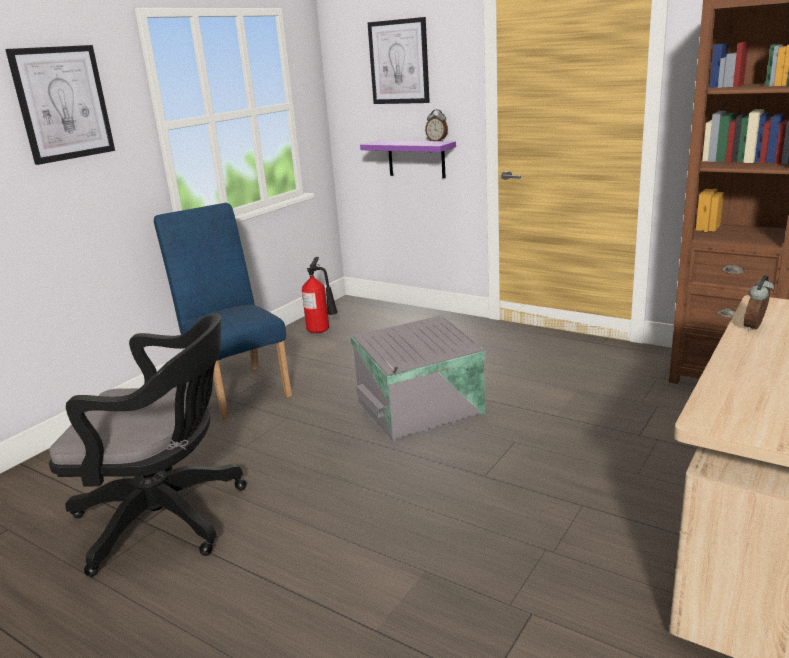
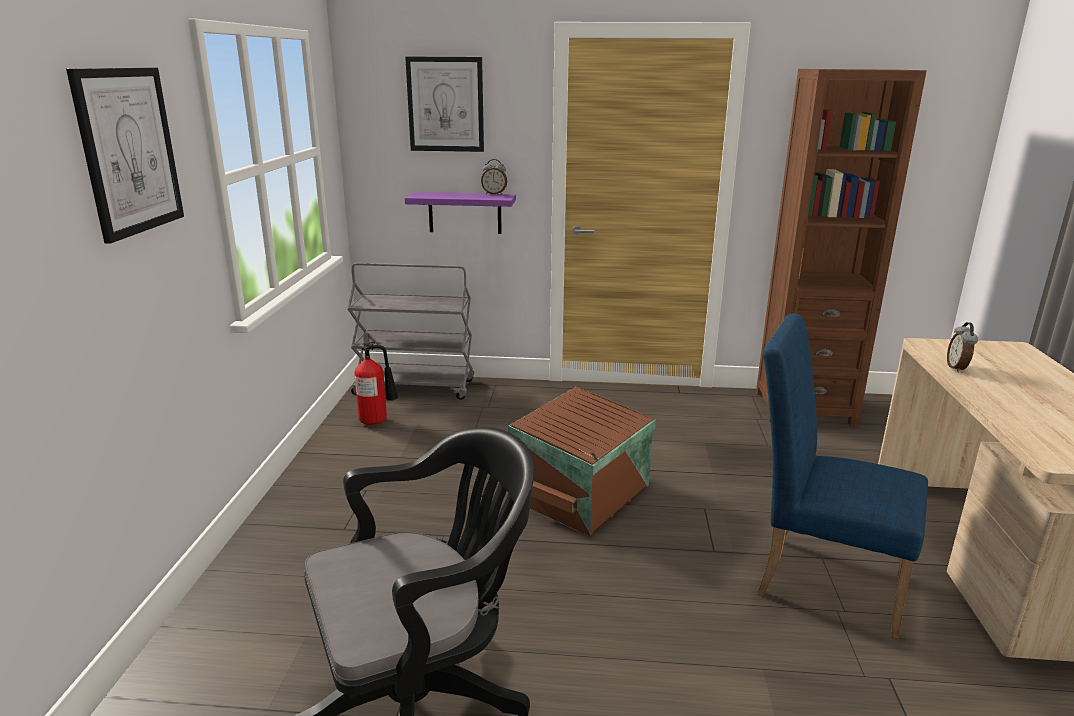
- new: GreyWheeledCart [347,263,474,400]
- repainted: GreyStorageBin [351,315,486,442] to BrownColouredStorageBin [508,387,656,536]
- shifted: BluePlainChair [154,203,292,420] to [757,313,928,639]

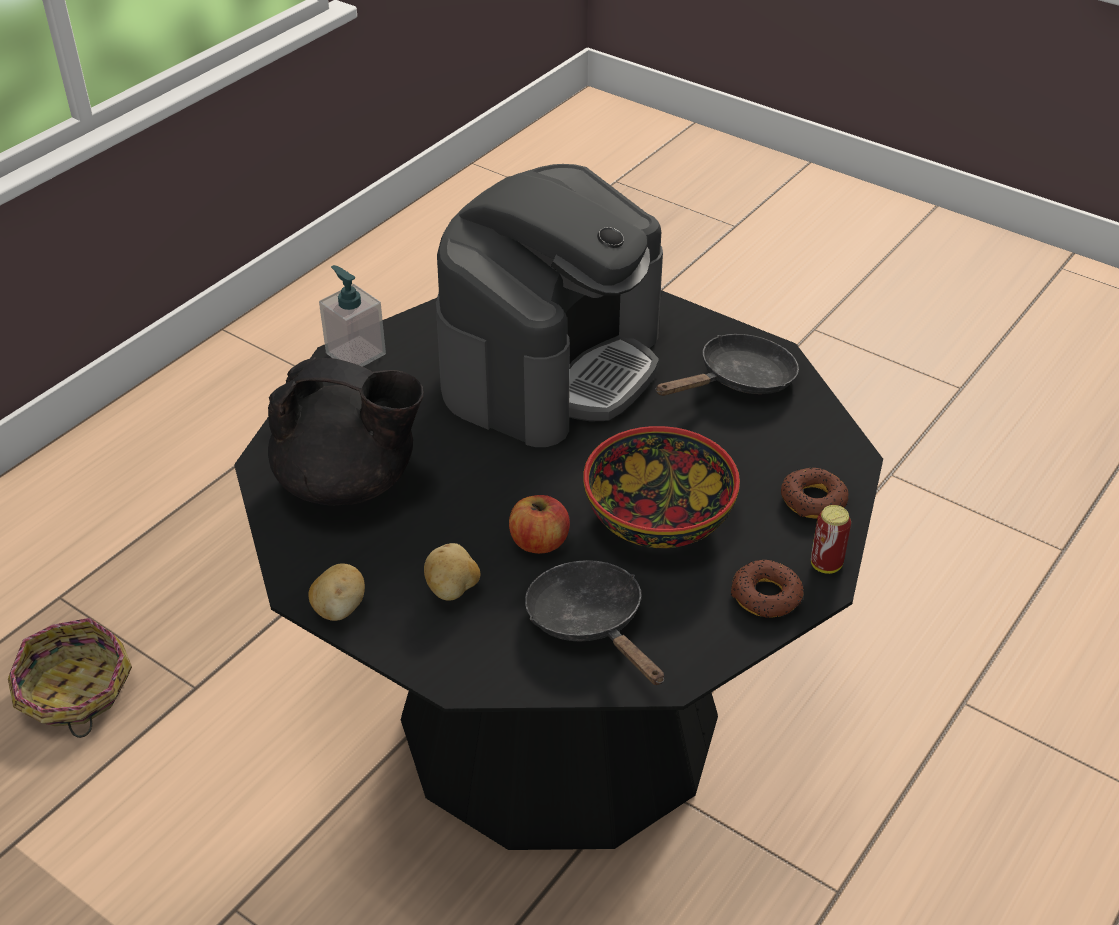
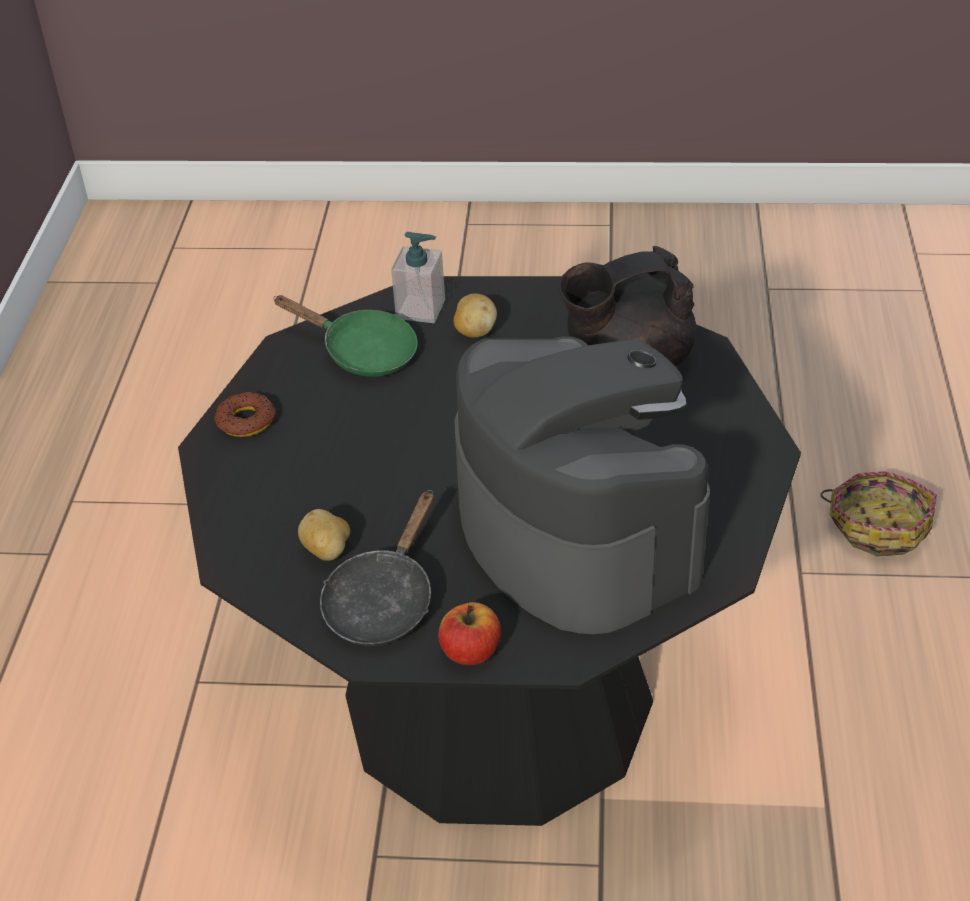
- repainted: BlackColouredPan [525,560,664,685] to GreenColouredPan [273,295,418,377]
- shifted: WholePotato [308,563,365,621] to [298,509,350,561]
- shifted: SoapDispenser [319,265,386,367] to [391,232,445,323]
- shifted: WholeApple [509,495,570,554] to [438,602,501,665]
- rotated: CoffeeBrewer [436,164,663,447] = [454,336,710,634] 150 degrees clockwise
- gone: Bowl [583,426,740,548]
- gone: RingDoughnut [781,467,849,519]
- gone: SealedCan [811,505,851,574]

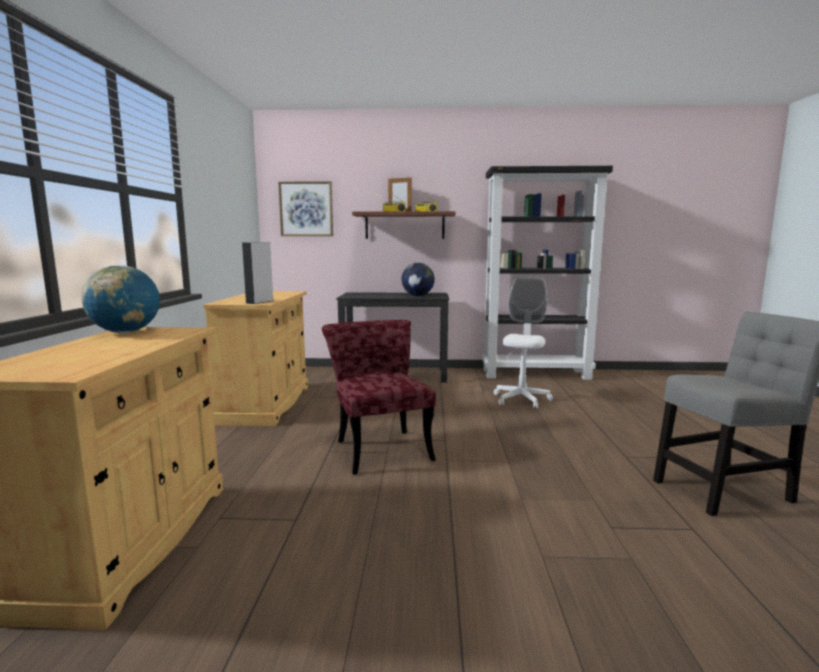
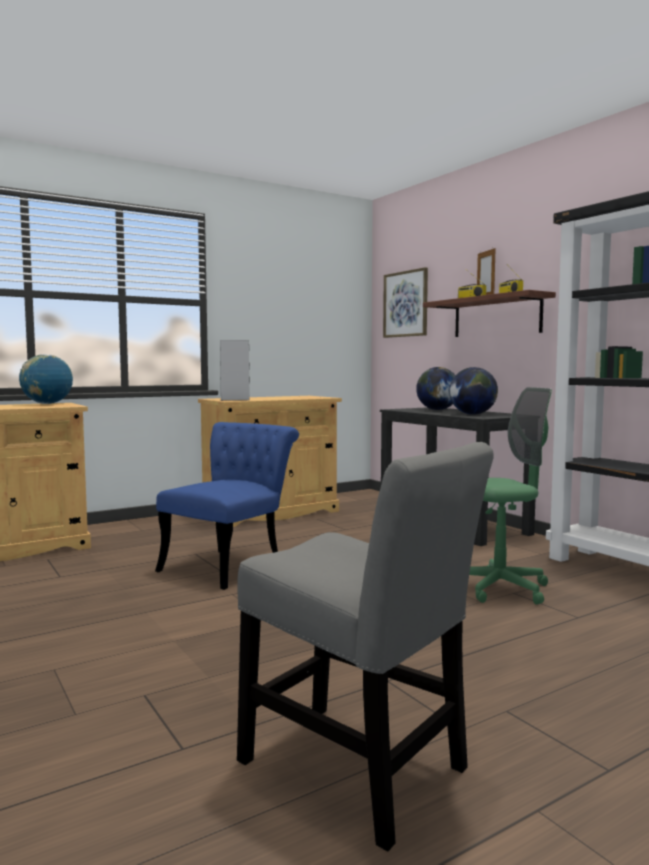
- repainted: ReddishPlainChair [322,320,436,475] to BluePlainChair [155,422,299,590]
- new: DeskGlobe [416,367,455,410]
- repainted: WhitishComputerChair [494,277,553,409] to GreenColouredComputerChair [469,387,552,605]

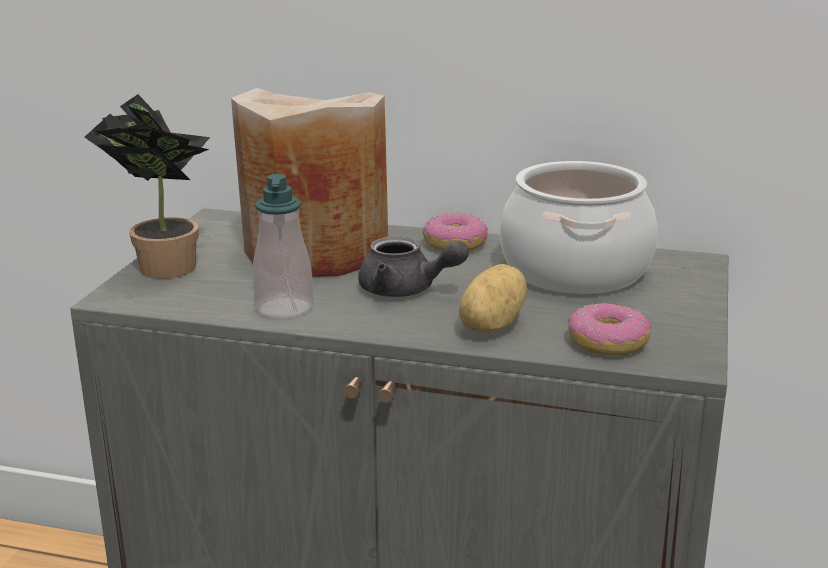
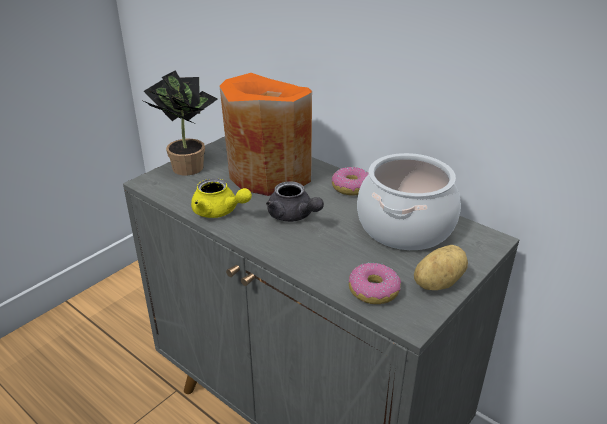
- swapped: SoapDispenser [253,174,314,319] to YellowColouredTeapot [191,178,252,218]
- repainted: BeigeDecorativeVase [231,88,388,277] to OrangeColouredDecorativeVase [220,73,312,196]
- shifted: WholePotato [459,264,527,333] to [414,245,468,290]

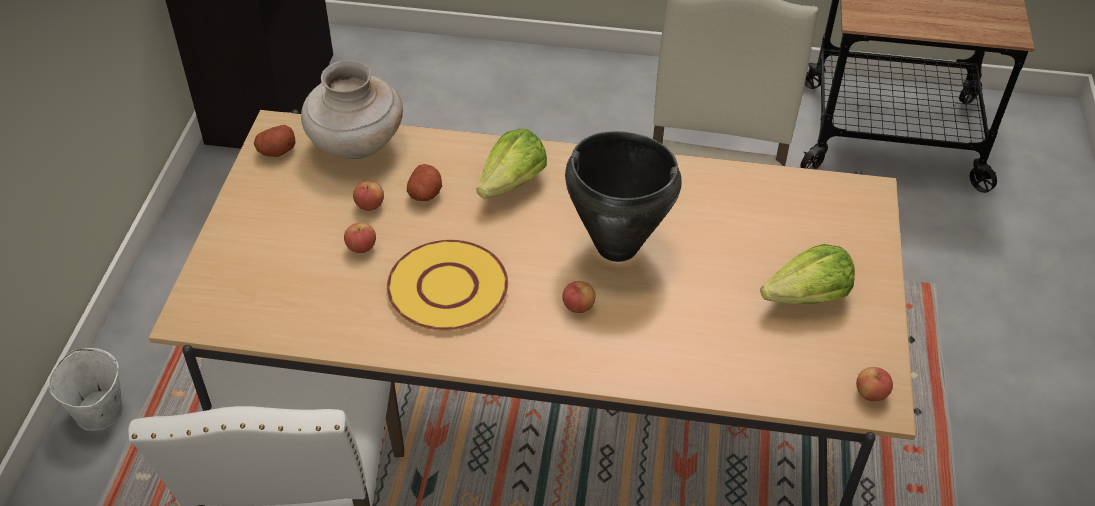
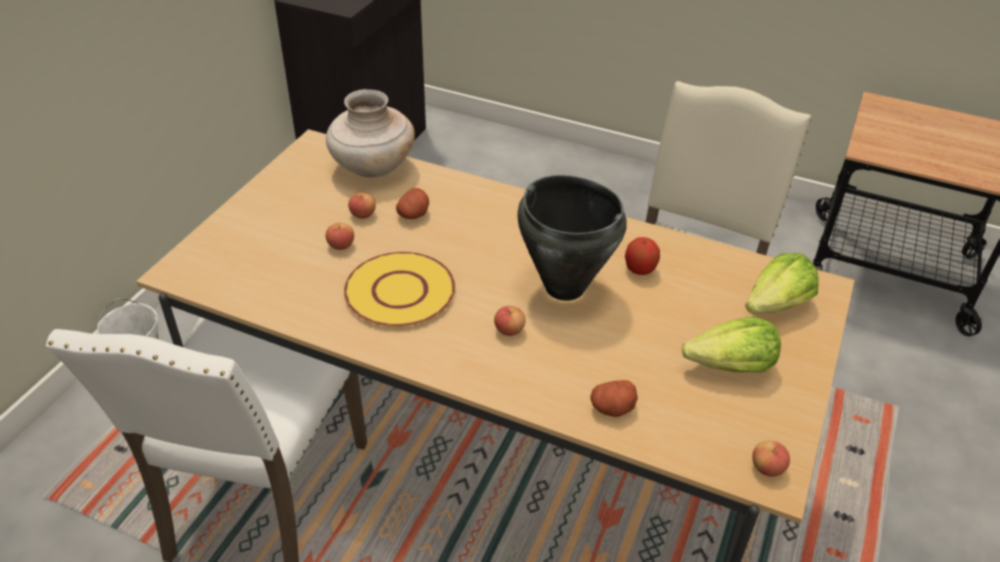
- shifted: WholePotato [254,125,296,157] to [591,380,638,417]
- new: WholeApple [625,237,660,275]
- shifted: Lettuce [477,129,547,198] to [745,253,819,314]

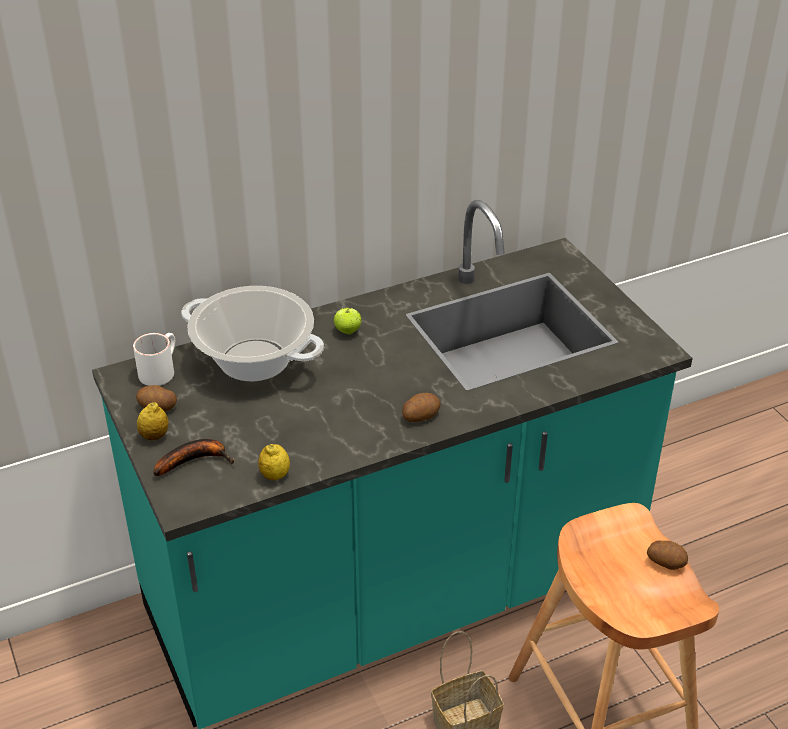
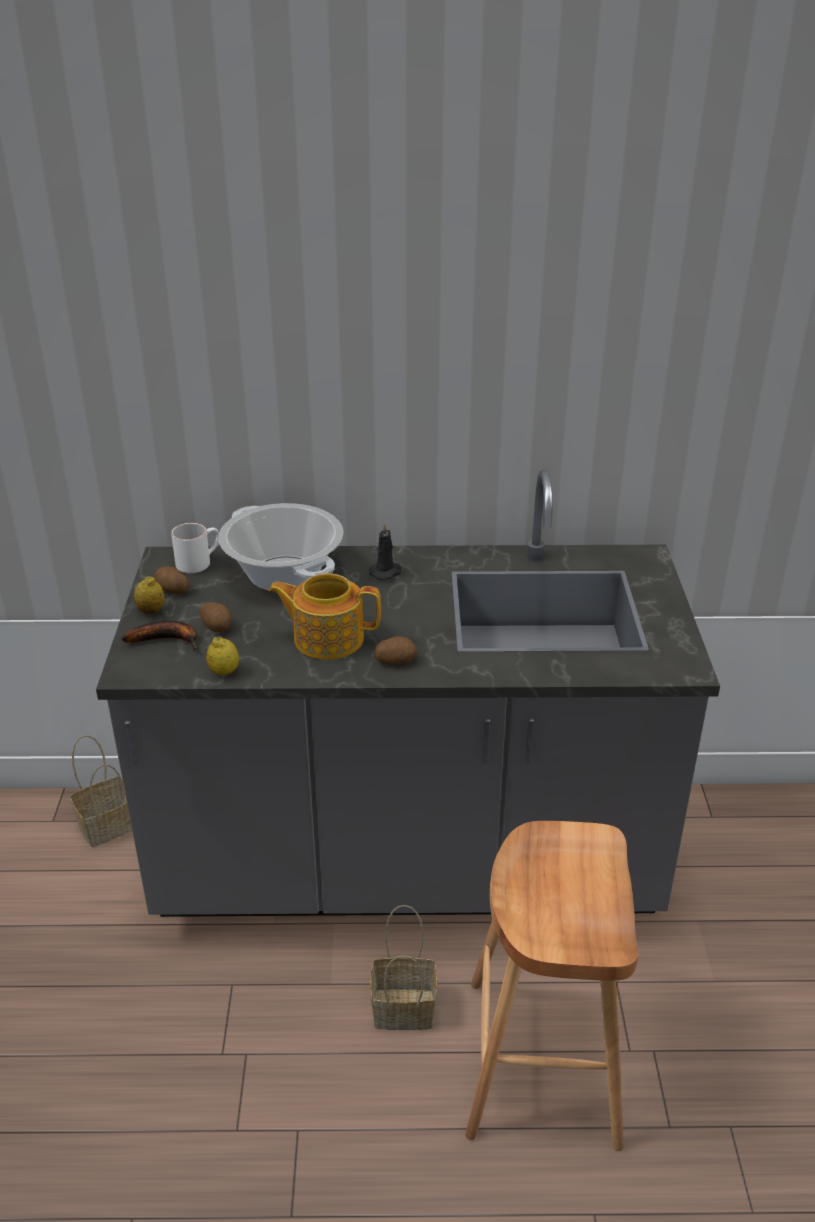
- new: StorageBasket [70,735,132,847]
- repainted: TurquoiseColouredKitchenCounter [92,200,693,729] to GreyKitchenCounter [96,470,720,917]
- shifted: WholePotato [647,541,688,570] to [199,602,232,632]
- new: Teapot [268,573,381,660]
- swapped: WholeApple [334,308,362,334] to BlackColouredWaxCandle [369,523,401,580]

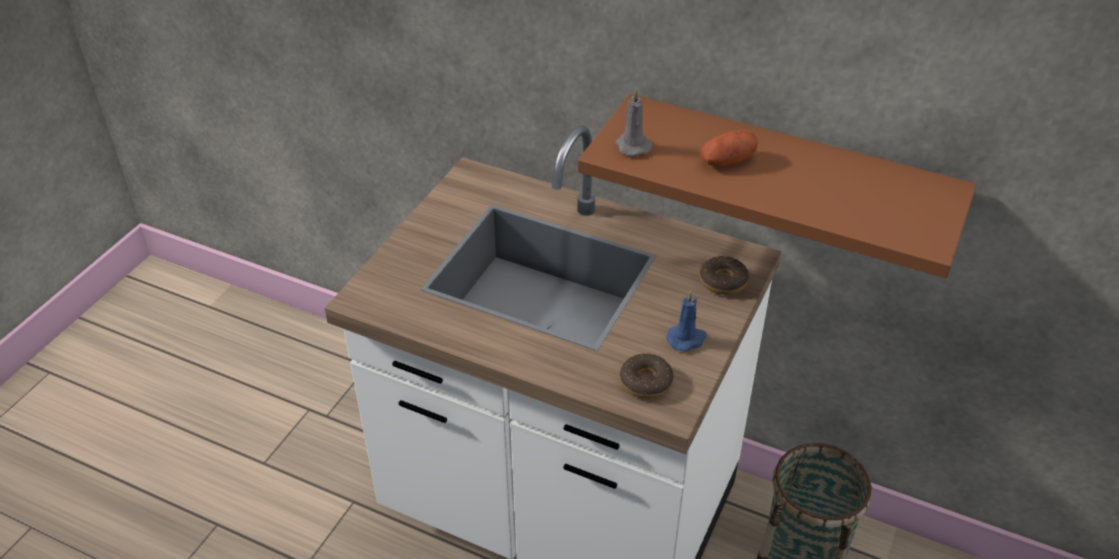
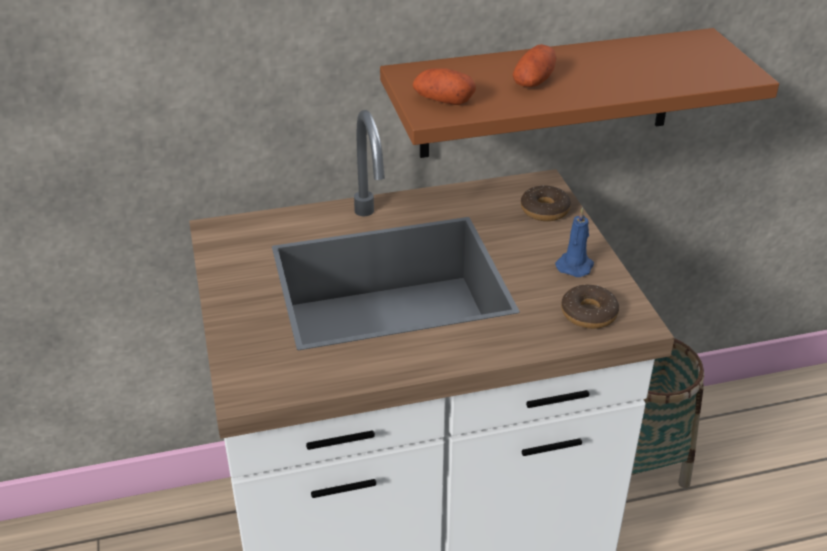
- swapped: GreyWaxCandle [616,88,652,157] to WholePotato [413,68,476,105]

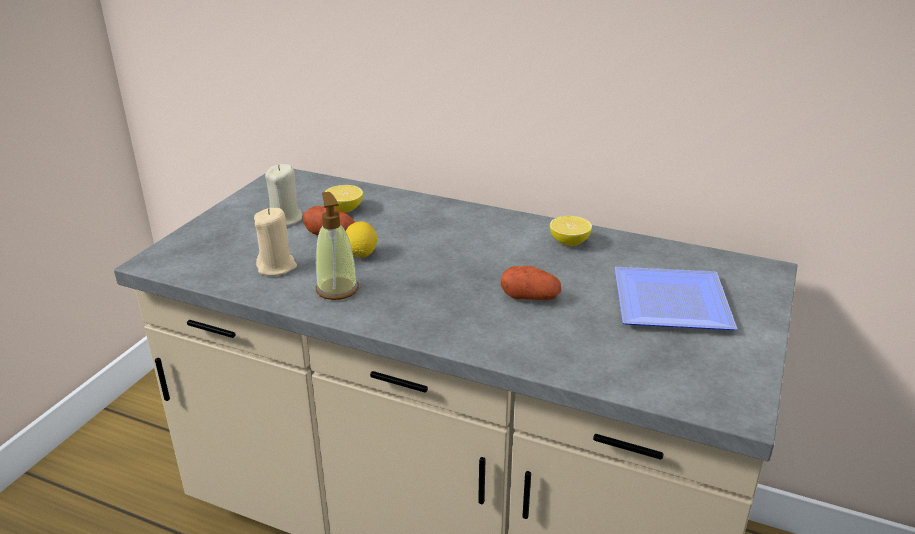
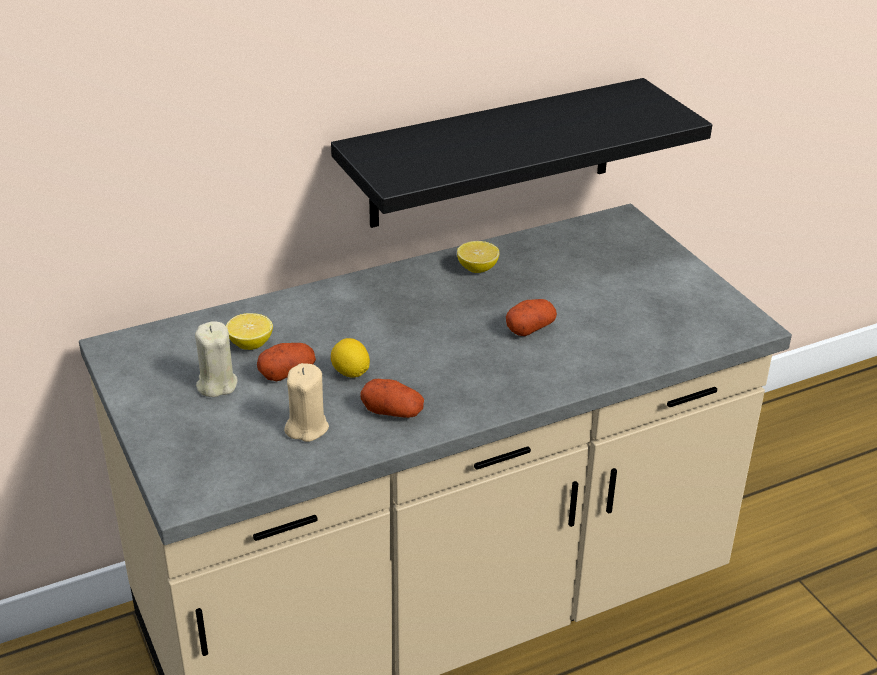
- new: BlackColouredWallShelf [331,78,712,228]
- swapped: SoapDispenser [316,192,359,300] to WholePotato [360,379,424,418]
- gone: DinnerPlate [615,267,737,330]

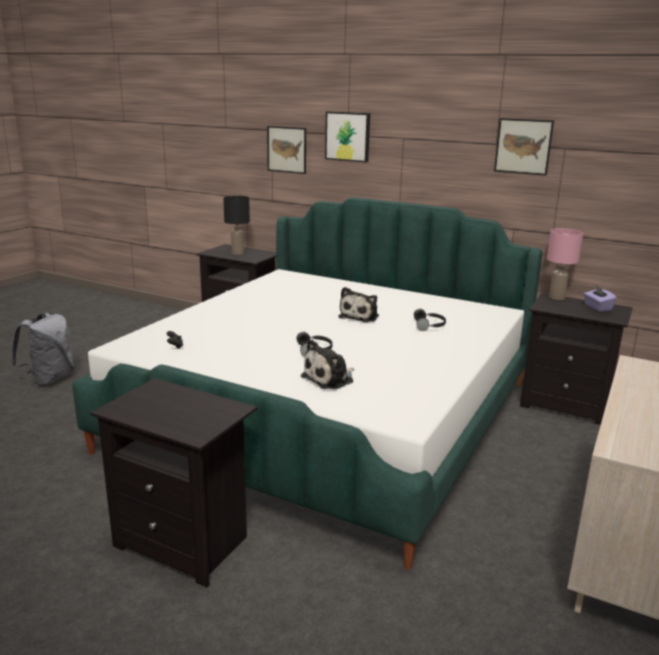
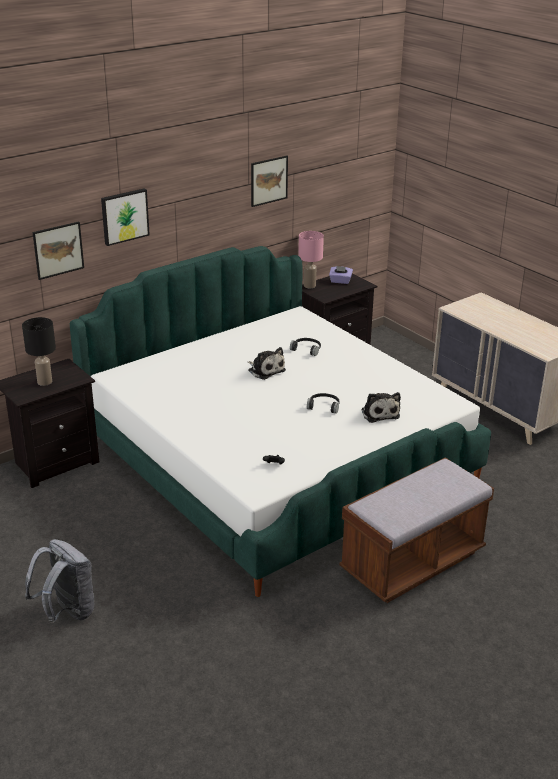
- swapped: BlackColouredNightTable [90,378,257,587] to BrownColouredBench [339,457,494,603]

